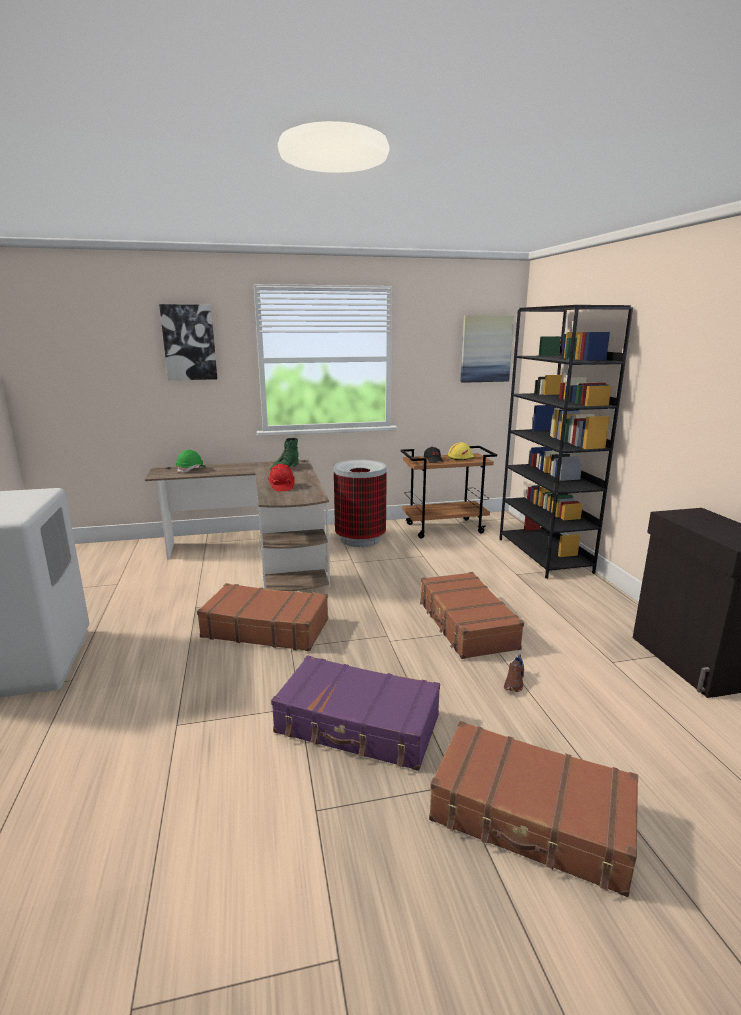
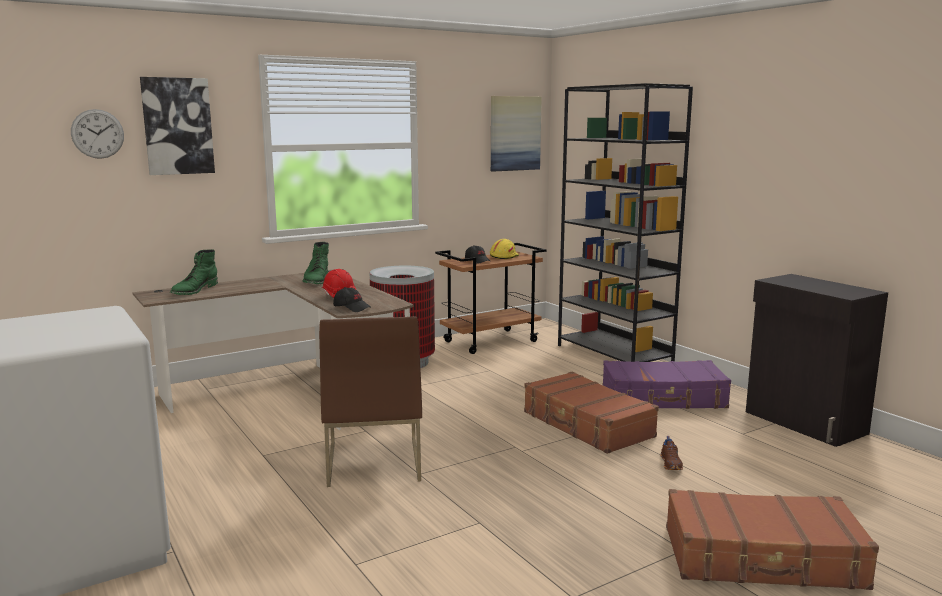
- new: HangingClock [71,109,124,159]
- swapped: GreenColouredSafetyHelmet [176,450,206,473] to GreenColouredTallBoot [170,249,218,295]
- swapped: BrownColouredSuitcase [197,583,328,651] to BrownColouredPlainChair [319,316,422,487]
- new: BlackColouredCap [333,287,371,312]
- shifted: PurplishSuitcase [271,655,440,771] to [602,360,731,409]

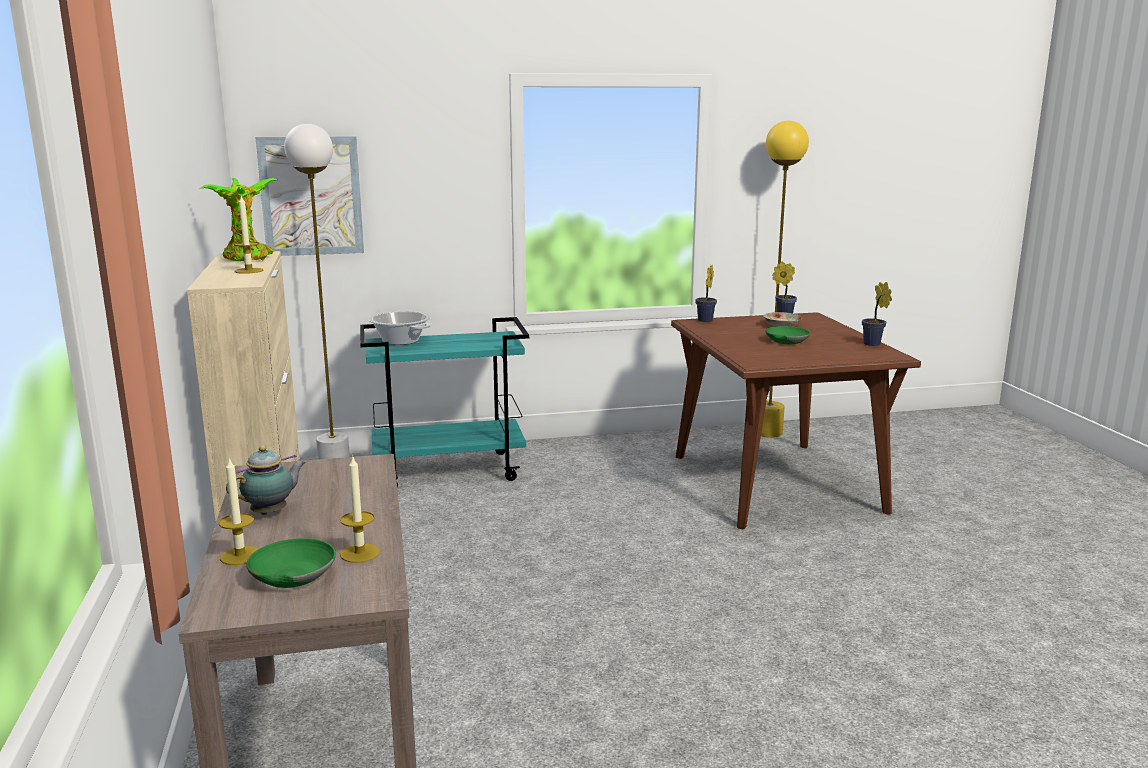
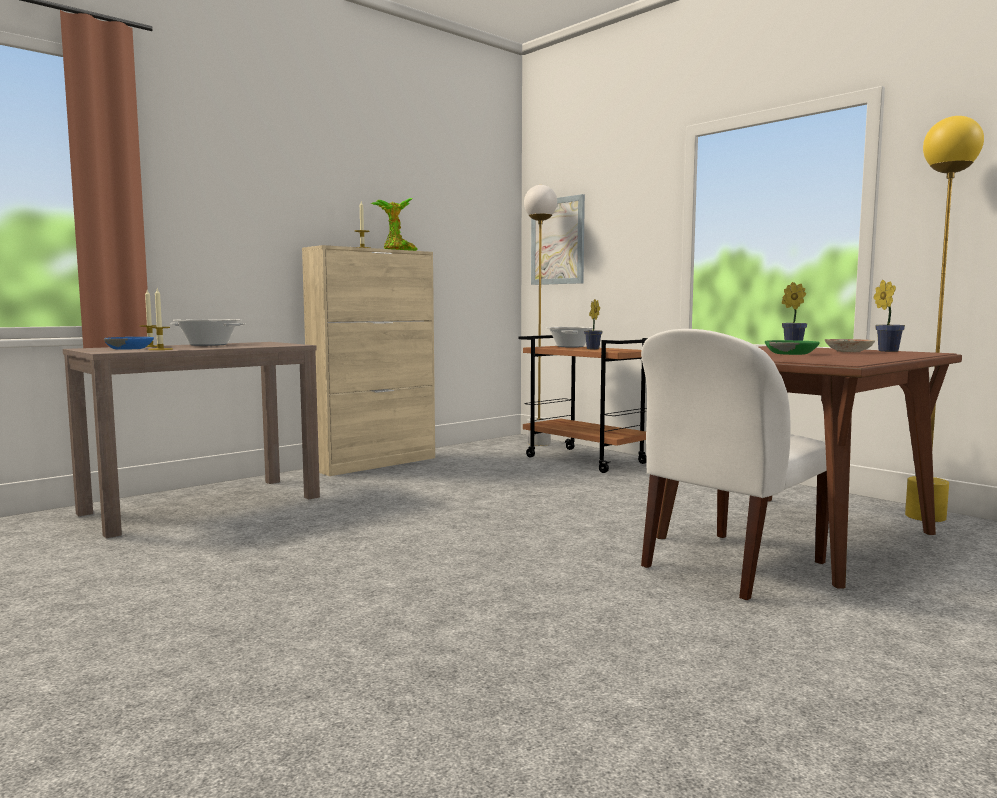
- repainted: GreenColouredBowl [246,538,336,588] to BlueBowl [104,337,154,350]
- swapped: Teapot [226,446,306,515] to Saucepot [171,319,246,346]
- repainted: TurquoiseColouredWheeledCart [360,317,529,487] to BrownColouredWheeledCart [519,335,648,473]
- shifted: PlantInAPot [862,282,892,346] to [584,299,603,349]
- new: WhitishPlainChair [641,329,829,600]

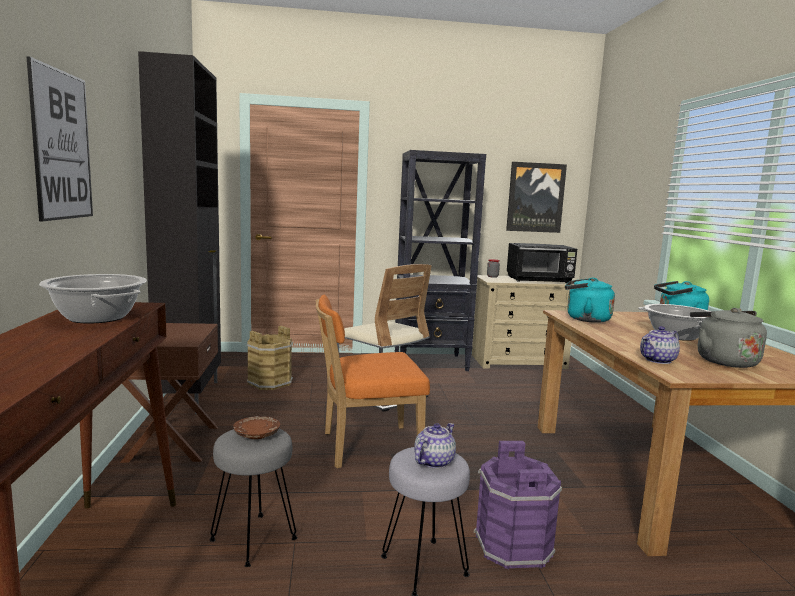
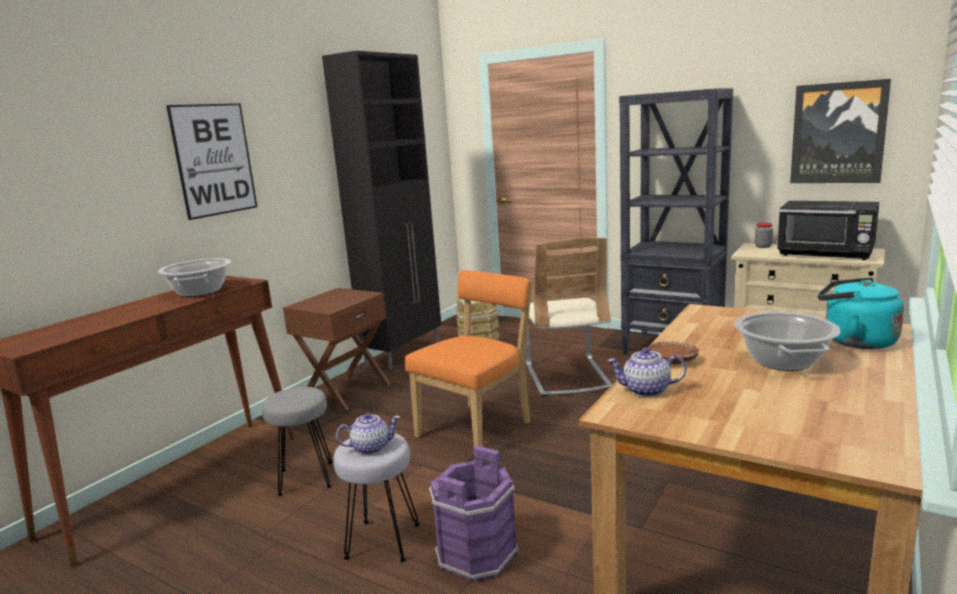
- rotated: OrangeColouredPlainChair [315,295,430,468] = [405,270,532,447] 105 degrees clockwise
- shifted: BrownColouredDinnerPlate [233,416,280,439] to [648,341,699,364]
- gone: TurquoiseColouredTeaKettle [565,278,615,323]
- gone: GreyTeaKettle [690,308,767,368]

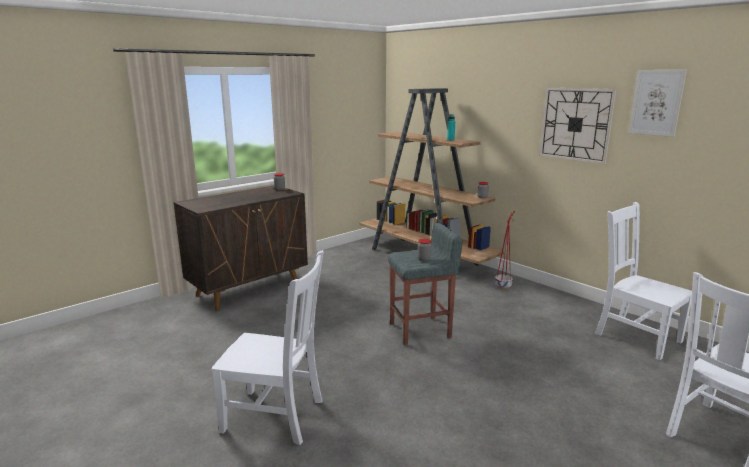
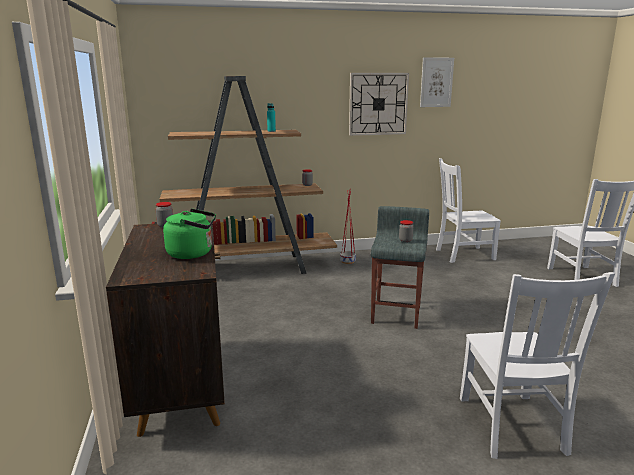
- new: GreenColouredTeaKettle [163,209,216,259]
- rotated: WhitishPlainChair [211,250,324,445] = [460,272,615,459] 135 degrees clockwise

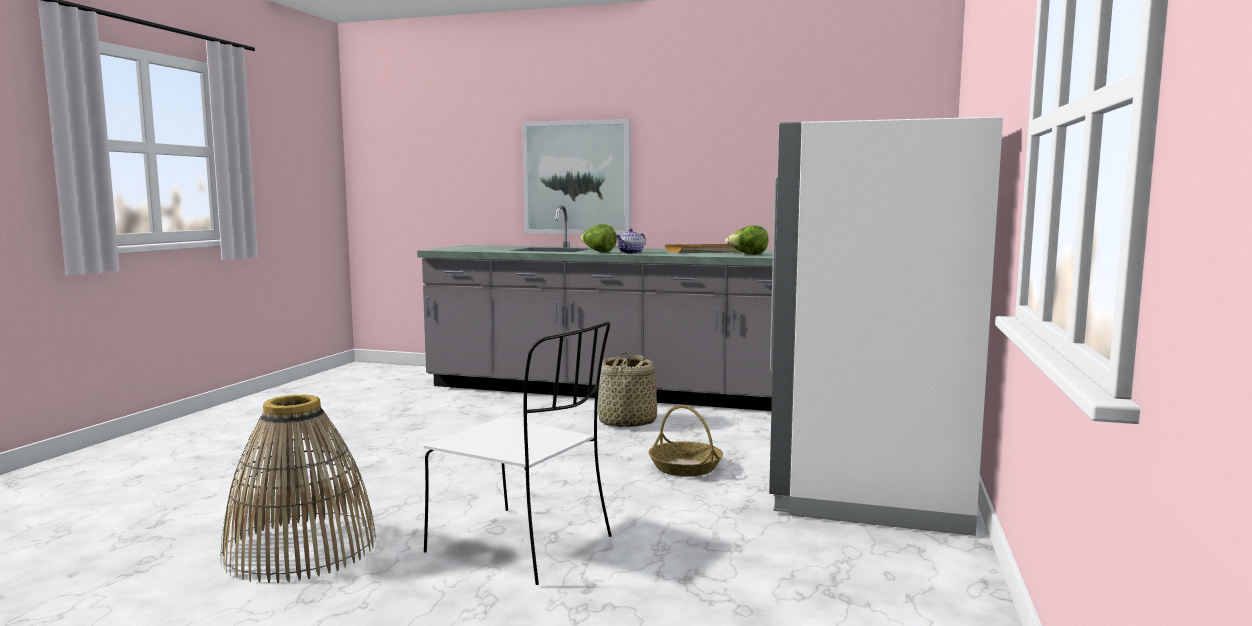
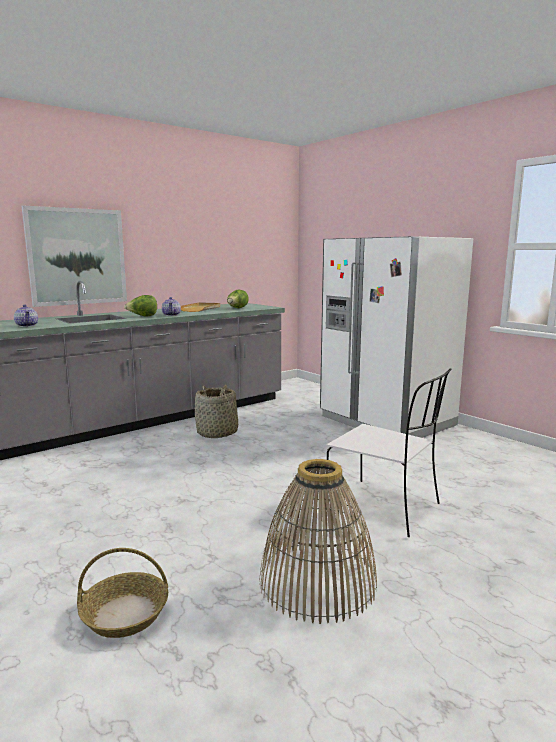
- new: Teapot [14,304,38,327]
- shifted: StorageBasket [648,405,723,477] to [77,548,168,638]
- rotated: WhitishPlainChair [423,322,612,585] = [327,368,452,537] 60 degrees clockwise

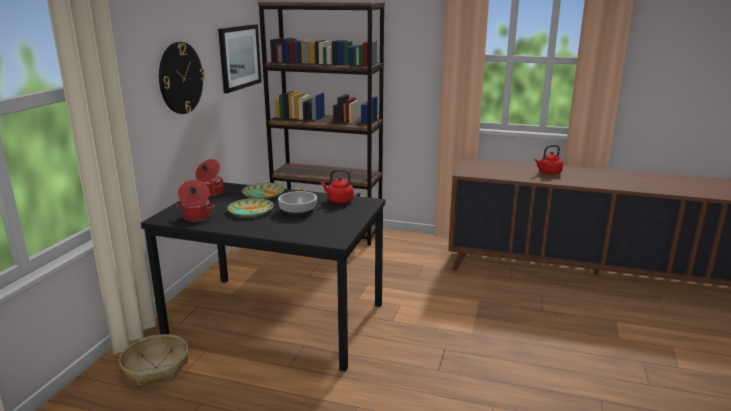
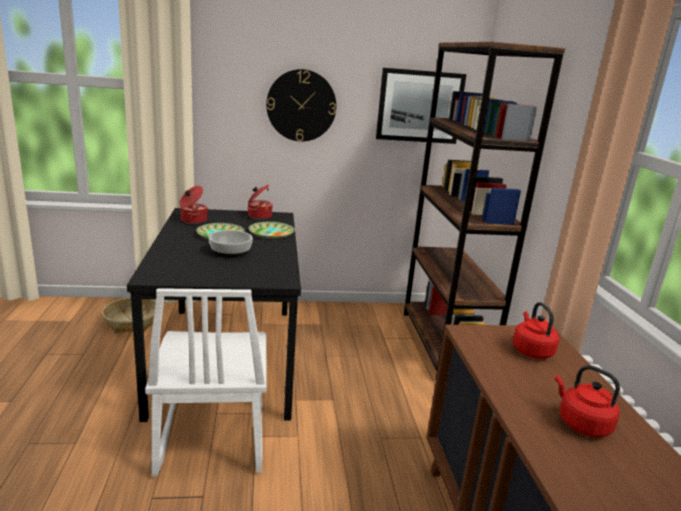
- new: WhitishPlainChair [145,288,267,476]
- shifted: ReddishTeaKettle [321,169,354,203] to [513,302,559,359]

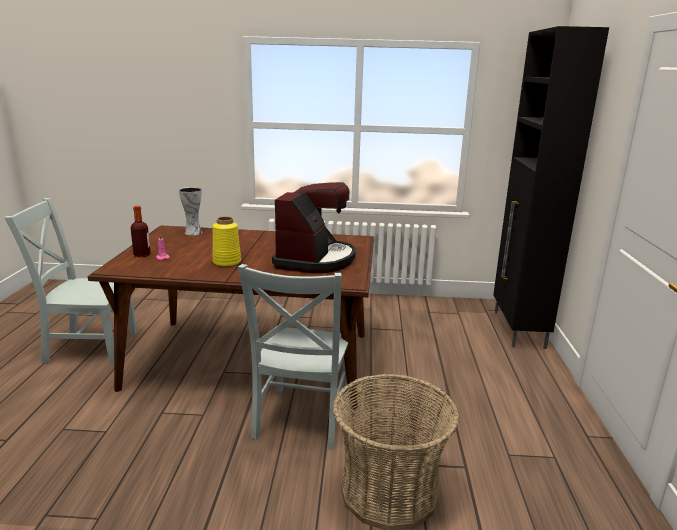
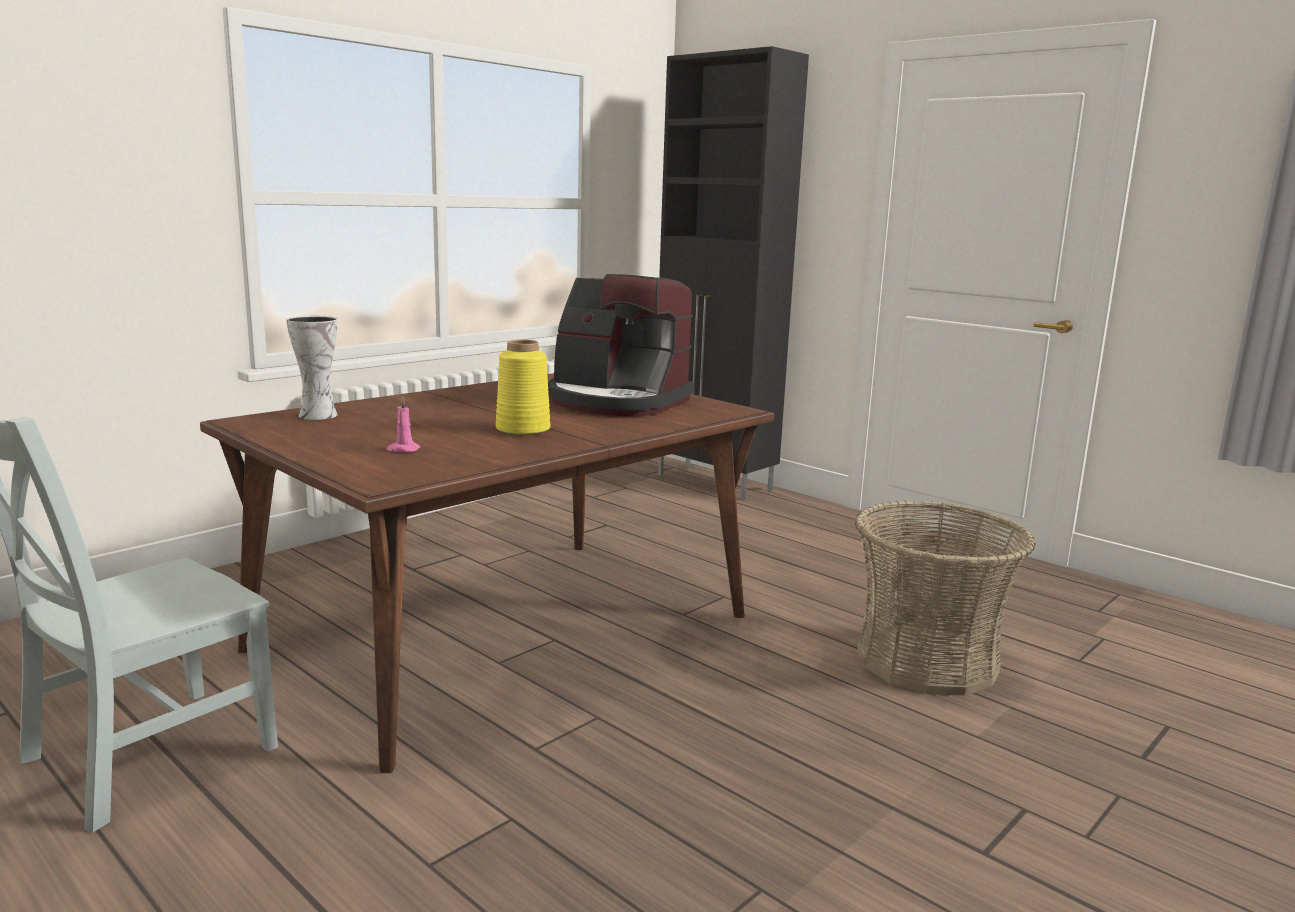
- rotated: CoffeeBrewer [272,182,356,273] = [548,274,694,416] 150 degrees clockwise
- gone: BeverageBottle [131,206,151,257]
- gone: GreyPlainChair [238,264,348,450]

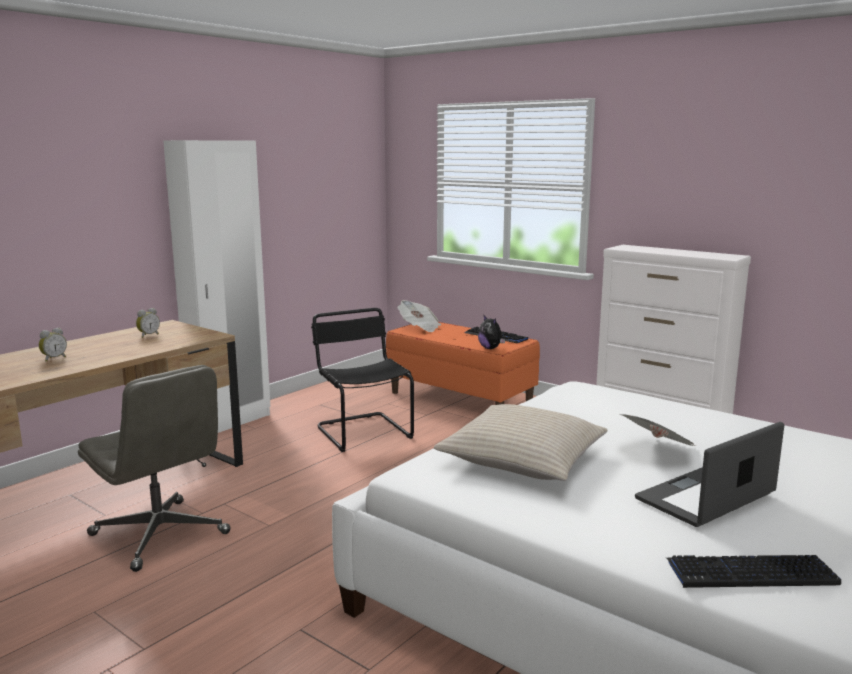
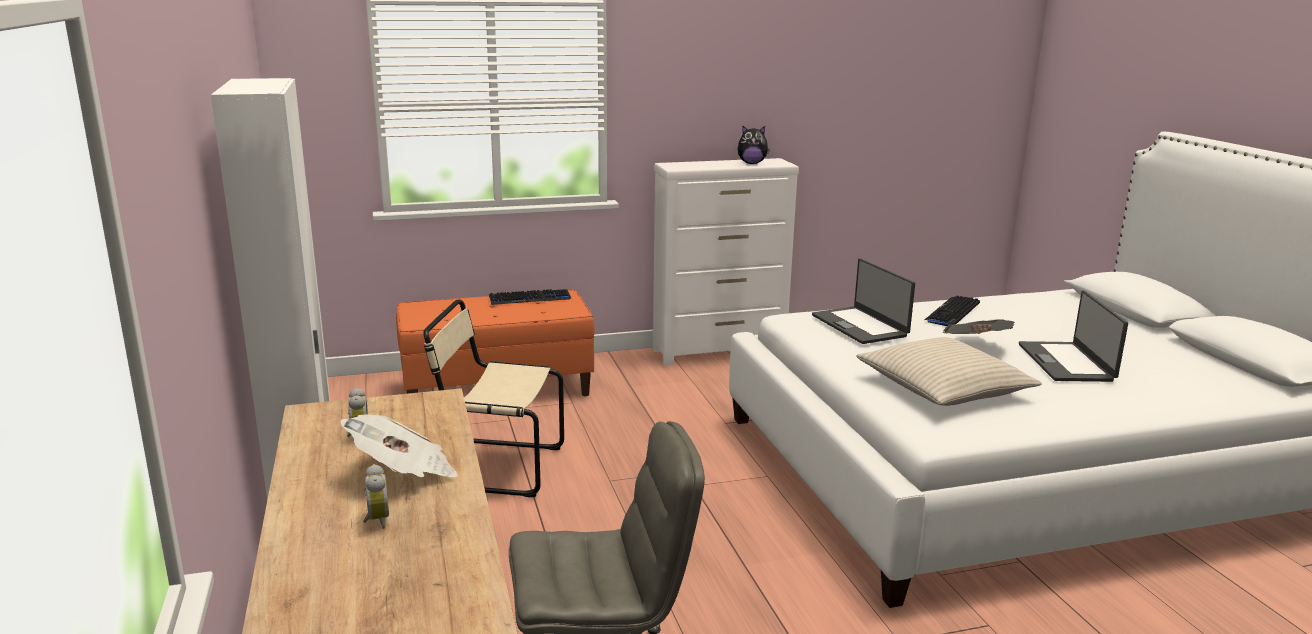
- shifted: Newspaper [398,300,441,332] to [340,414,459,477]
- repainted: BlackColouredPlainChair [311,308,414,452] to BeigePlainChair [423,299,564,497]
- shifted: CuddlyToy [478,315,505,349] to [738,126,770,164]
- new: NotebookComputer [812,258,915,344]
- shifted: PcKeyboard [666,555,841,588] to [924,295,980,326]

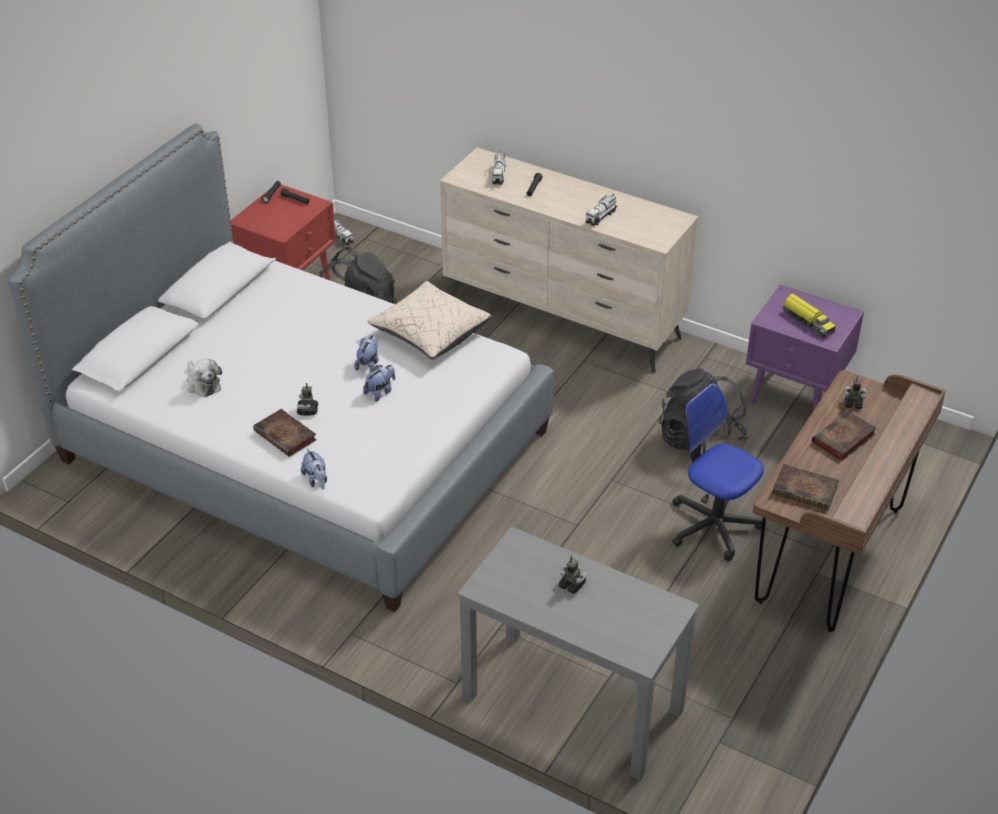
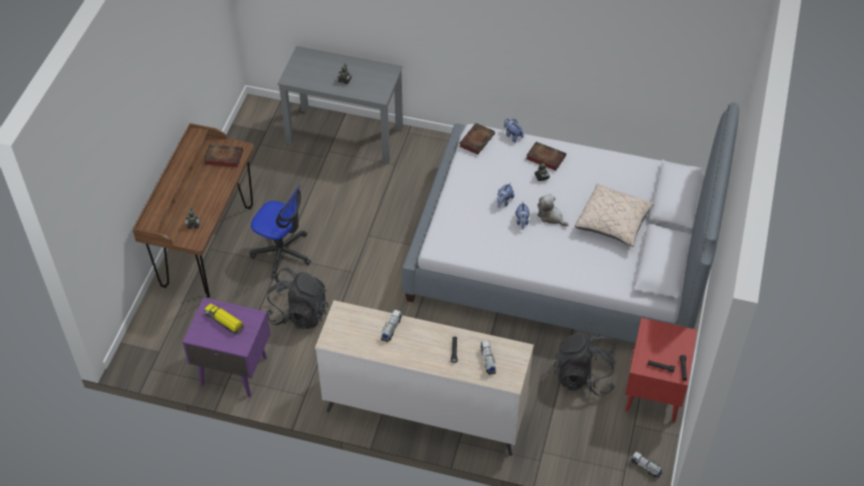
- shifted: Book [812,411,876,461] to [459,123,495,154]
- shifted: CuddlyToy [187,359,222,397] to [537,194,569,227]
- shifted: BeigeCushion [367,281,492,360] to [575,184,655,247]

